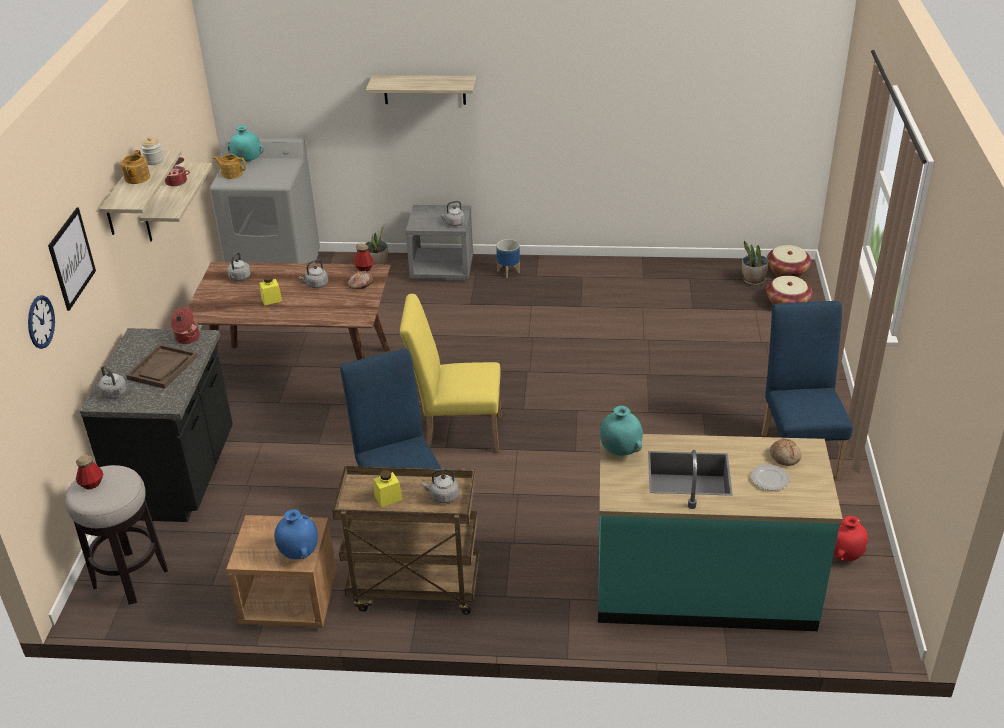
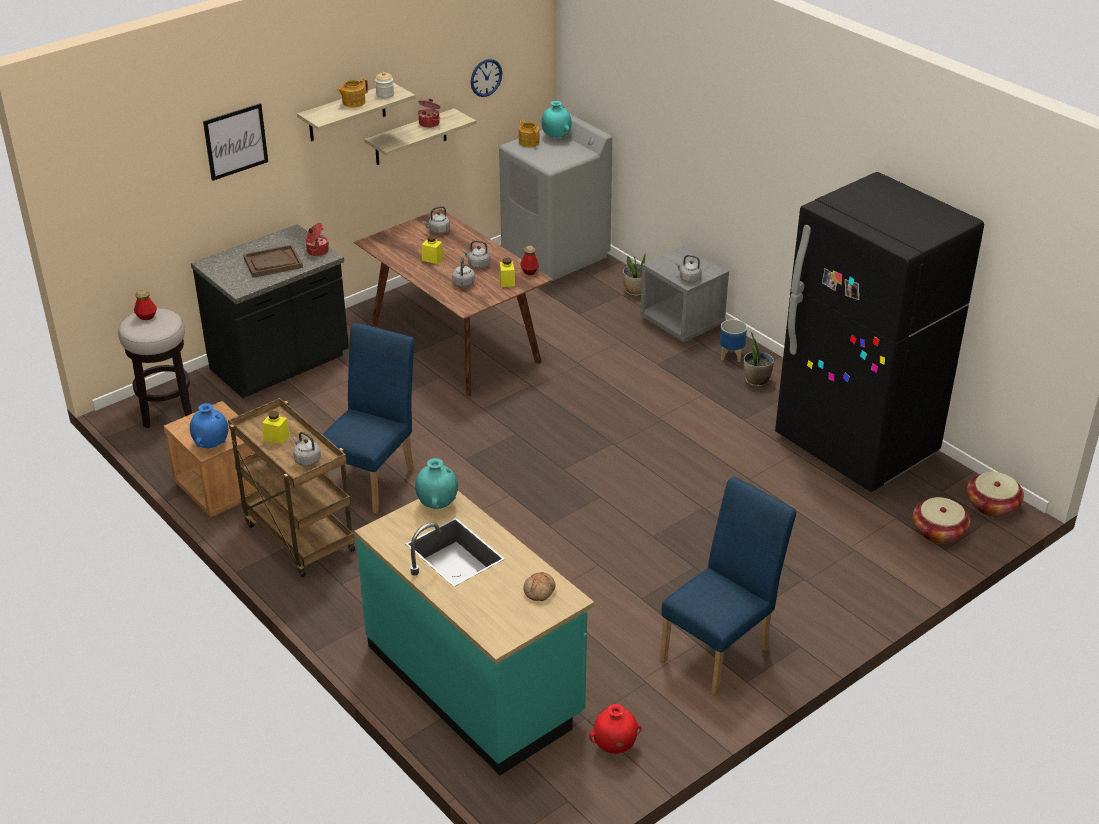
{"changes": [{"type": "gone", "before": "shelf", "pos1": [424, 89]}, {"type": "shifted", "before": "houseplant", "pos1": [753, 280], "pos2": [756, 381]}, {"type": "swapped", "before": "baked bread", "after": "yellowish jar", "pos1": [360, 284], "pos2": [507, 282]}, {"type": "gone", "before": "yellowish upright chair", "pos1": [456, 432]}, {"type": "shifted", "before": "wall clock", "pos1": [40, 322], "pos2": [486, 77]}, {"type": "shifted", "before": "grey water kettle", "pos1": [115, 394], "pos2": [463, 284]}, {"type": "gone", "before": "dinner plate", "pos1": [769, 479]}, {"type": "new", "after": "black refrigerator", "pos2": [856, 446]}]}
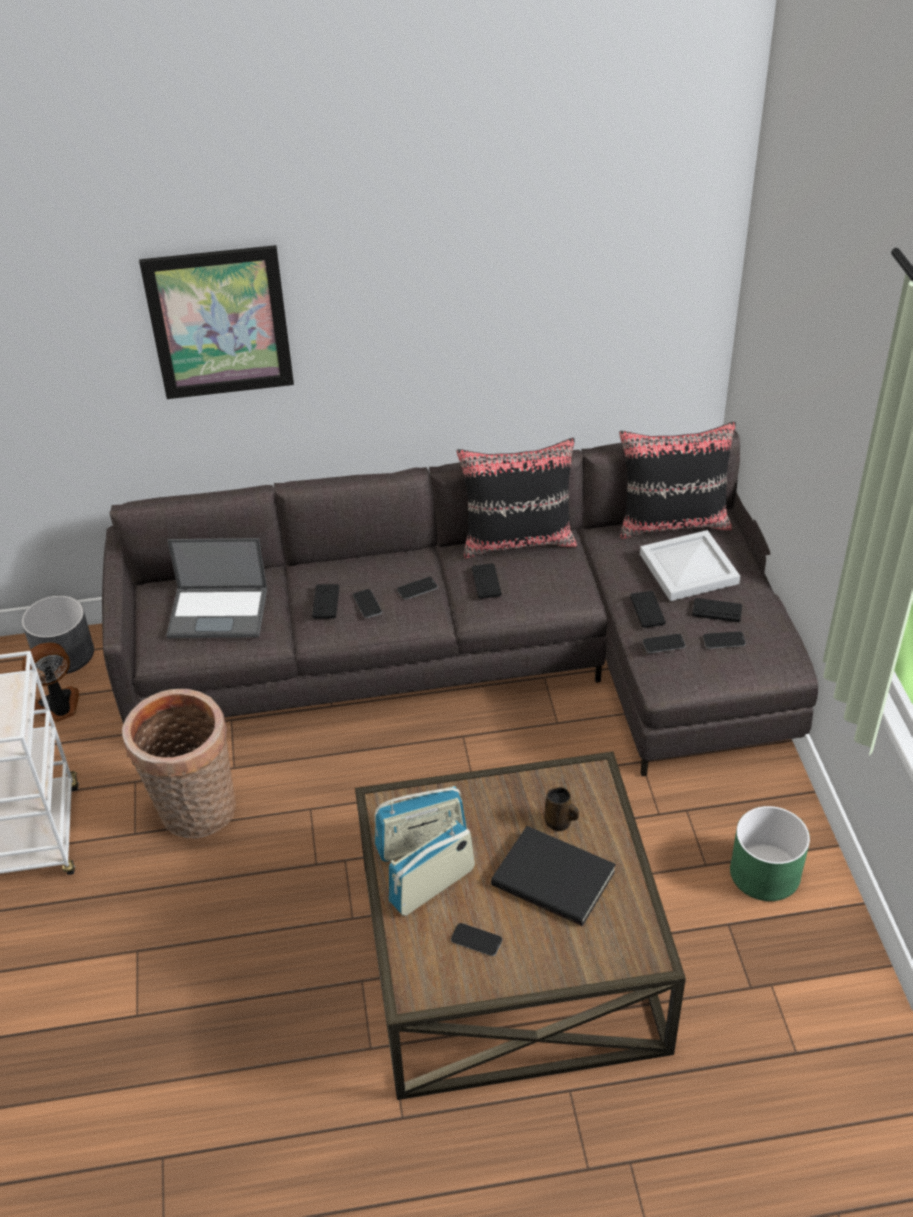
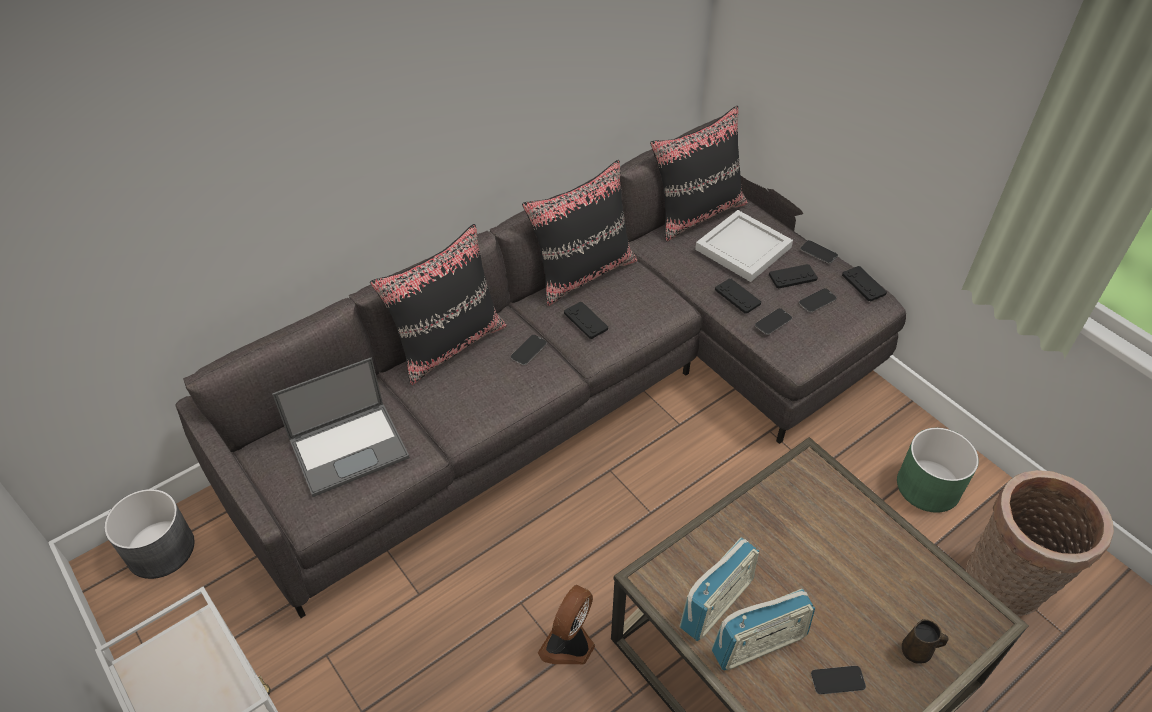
{"changes": [{"type": "gone", "before": "wall art", "pos1": [219, 323]}, {"type": "shifted", "before": "black joypad", "pos1": [326, 602], "pos2": [863, 284]}, {"type": "shifted", "before": "handset", "pos1": [367, 604], "pos2": [818, 252]}, {"type": "shifted", "before": "cooling fan", "pos1": [59, 706], "pos2": [569, 645]}, {"type": "shifted", "before": "household basket", "pos1": [194, 813], "pos2": [1005, 587]}, {"type": "shifted", "before": "brownish coffee mug", "pos1": [559, 823], "pos2": [917, 652]}, {"type": "rotated", "before": "radio set", "pos1": [432, 886], "pos2": [759, 644], "turn": -135}, {"type": "gone", "before": "black bound book", "pos1": [554, 877]}, {"type": "new", "after": "black cushion", "pos2": [449, 344]}]}
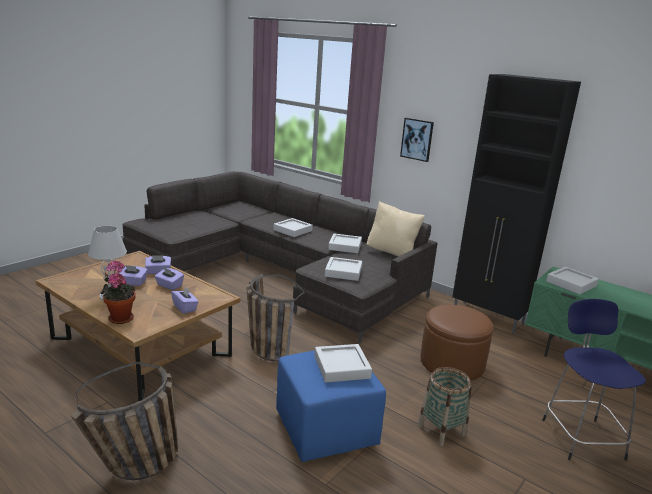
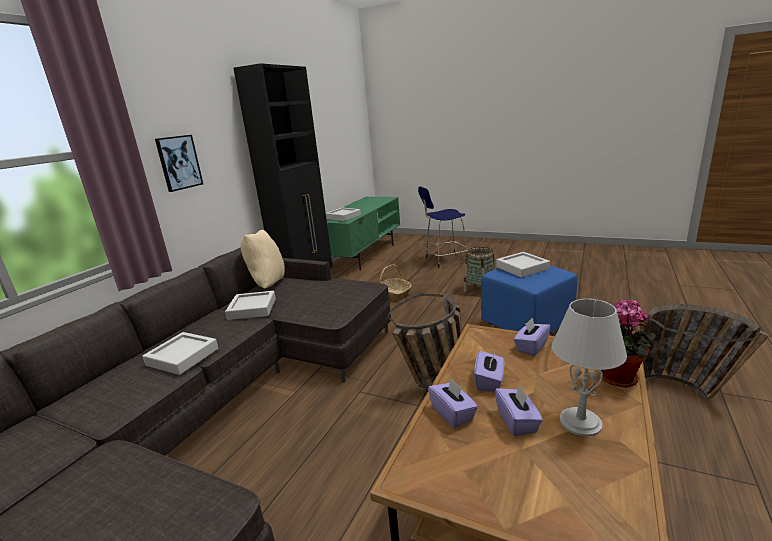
{"changes": [{"type": "gone", "before": "grey serving tray", "pos1": [343, 272]}, {"type": "swapped", "before": "brownish ottoman", "after": "household basket", "pos1": [452, 363], "pos2": [392, 294]}]}
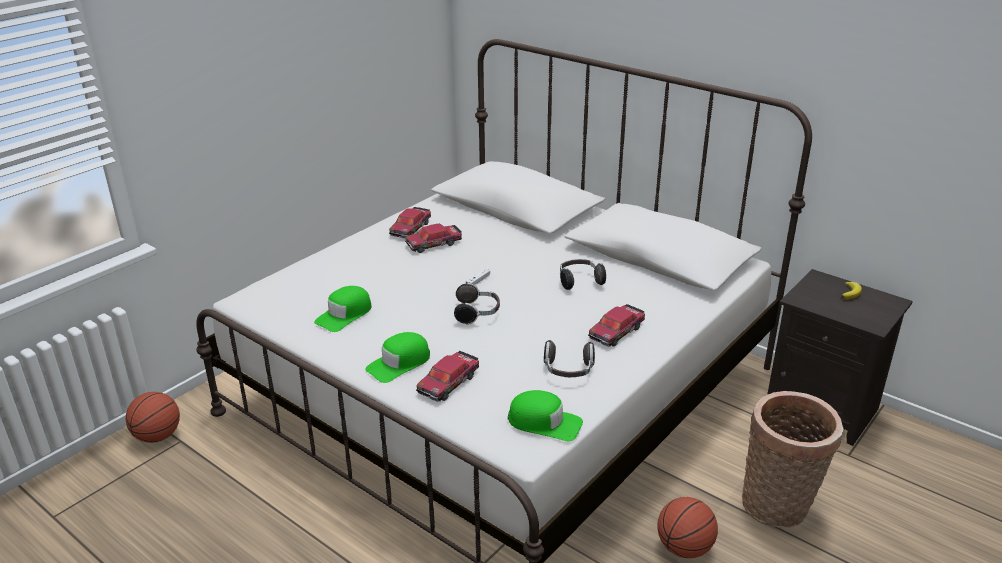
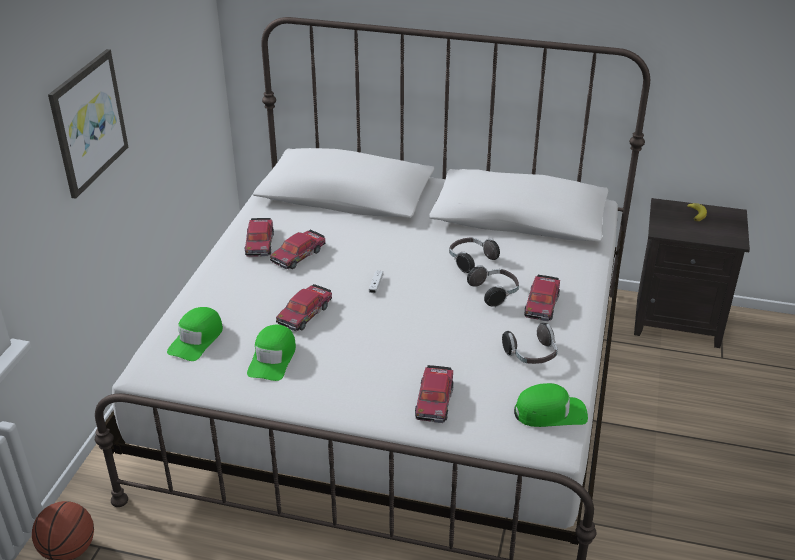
{"changes": [{"type": "shifted", "before": "headset", "pos1": [477, 313], "pos2": [494, 293]}, {"type": "shifted", "before": "green-coloured baseball cap", "pos1": [399, 363], "pos2": [197, 339]}, {"type": "gone", "before": "household basket", "pos1": [779, 507]}, {"type": "gone", "before": "basketball", "pos1": [684, 548]}, {"type": "new", "after": "wall art", "pos2": [87, 122]}, {"type": "new", "after": "model car", "pos2": [305, 313]}]}
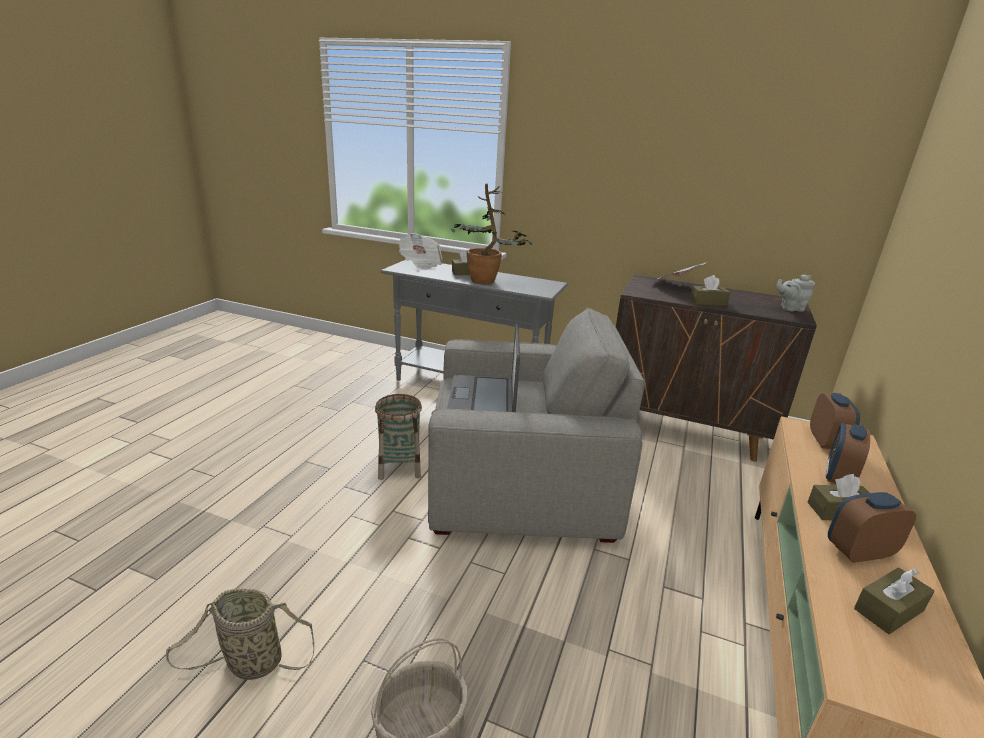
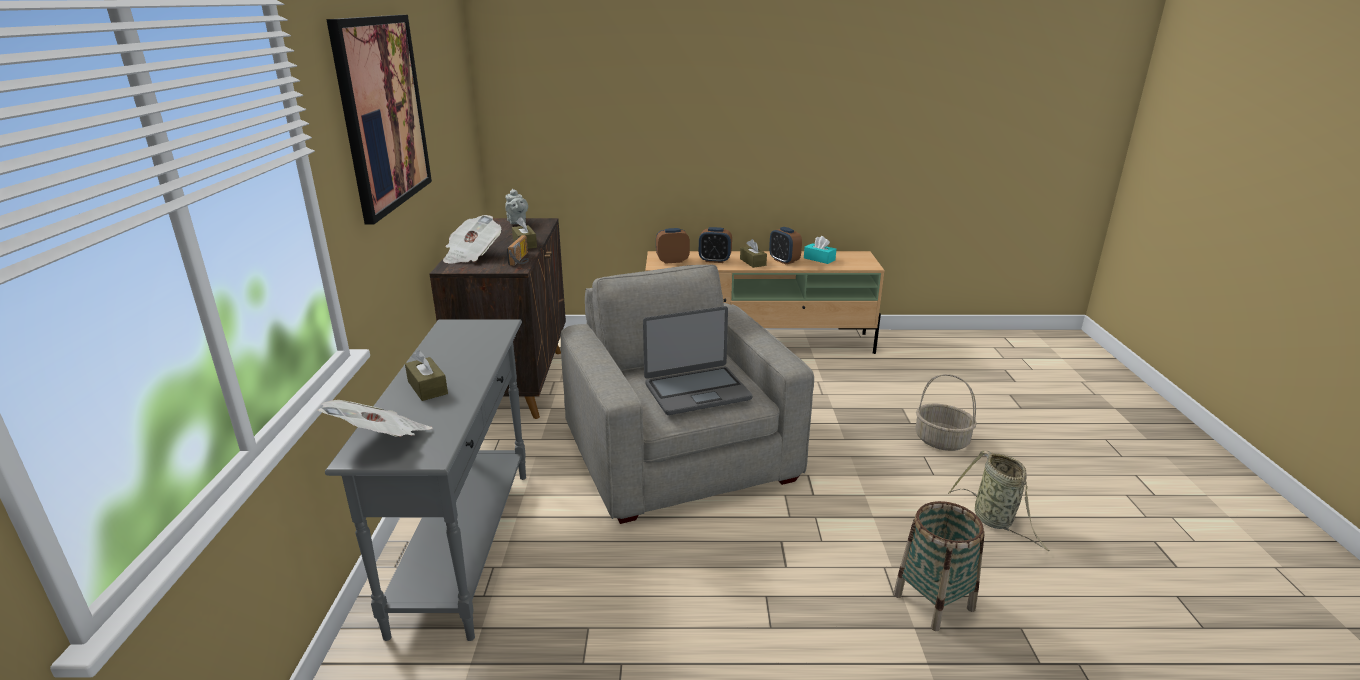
{"changes": [{"type": "gone", "before": "houseplant", "pos1": [487, 282]}, {"type": "shifted", "before": "household basket", "pos1": [399, 467], "pos2": [933, 602]}, {"type": "repainted", "before": "brownish tissue holder", "after": "blue-green tissue holder", "pos1": [888, 610], "pos2": [819, 259]}, {"type": "new", "after": "wall art", "pos2": [383, 113]}, {"type": "new", "after": "radio set", "pos2": [522, 260]}]}
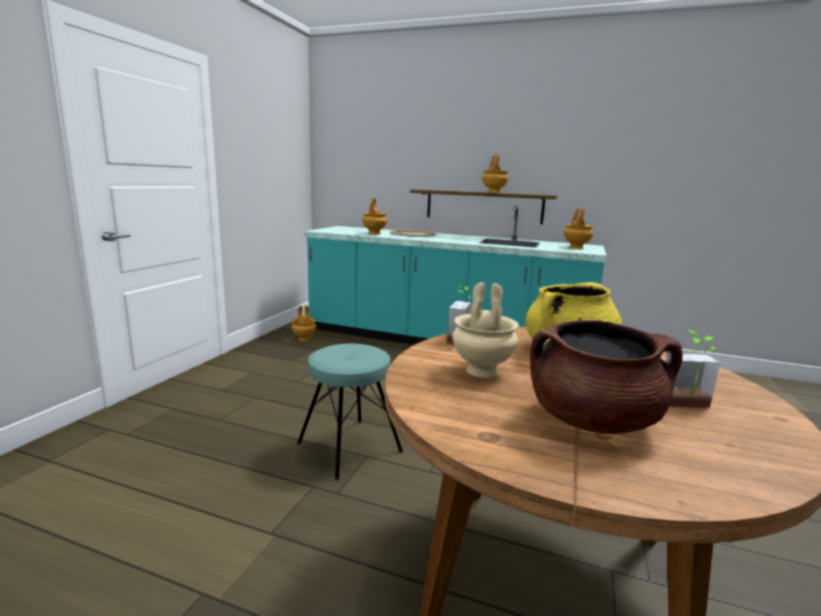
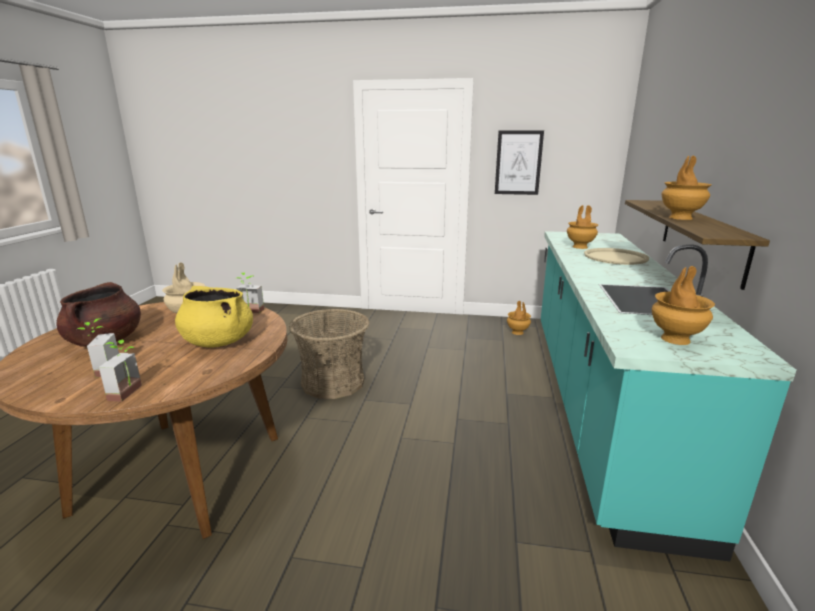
{"changes": [{"type": "swapped", "before": "blue-green stool", "after": "household basket", "pos1": [349, 447], "pos2": [333, 382]}, {"type": "new", "after": "wall art", "pos2": [518, 163]}, {"type": "new", "after": "houseplant", "pos2": [131, 393]}]}
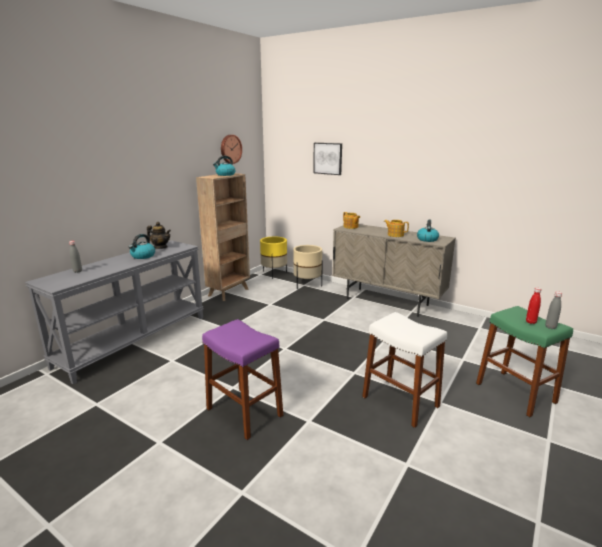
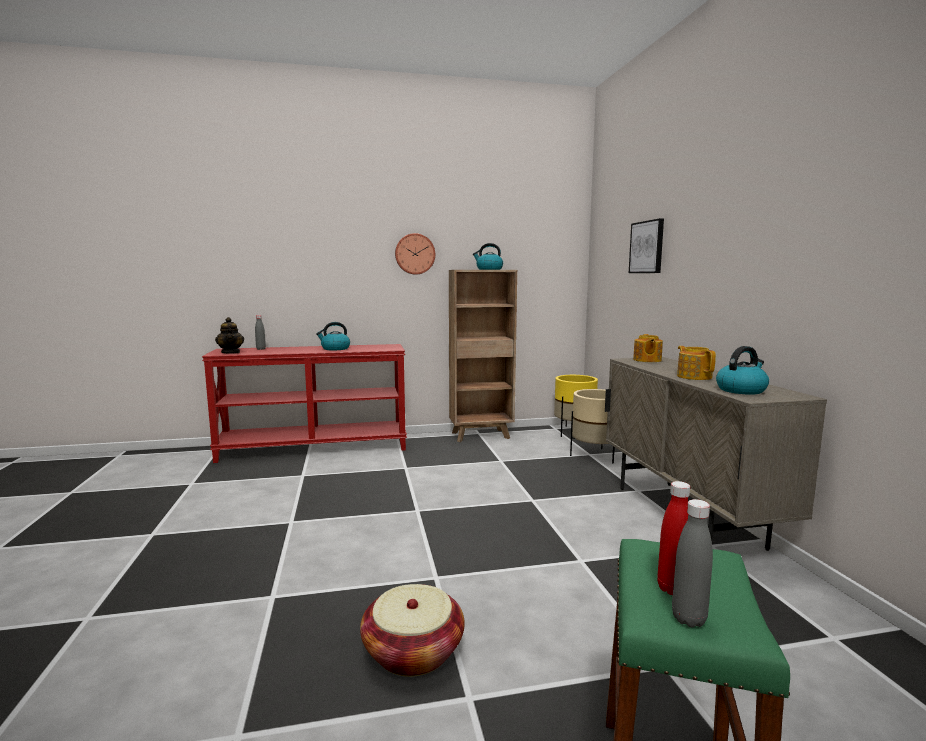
{"changes": [{"type": "shifted", "before": "wall clock", "pos1": [230, 149], "pos2": [415, 254]}, {"type": "shifted", "before": "pot for tea", "pos1": [160, 247], "pos2": [231, 352]}, {"type": "repainted", "before": "grey console table", "after": "reddish console table", "pos1": [134, 340], "pos2": [315, 448]}, {"type": "swapped", "before": "white-coloured stool", "after": "household basket", "pos1": [400, 402], "pos2": [413, 652]}, {"type": "gone", "before": "purple stool", "pos1": [244, 412]}]}
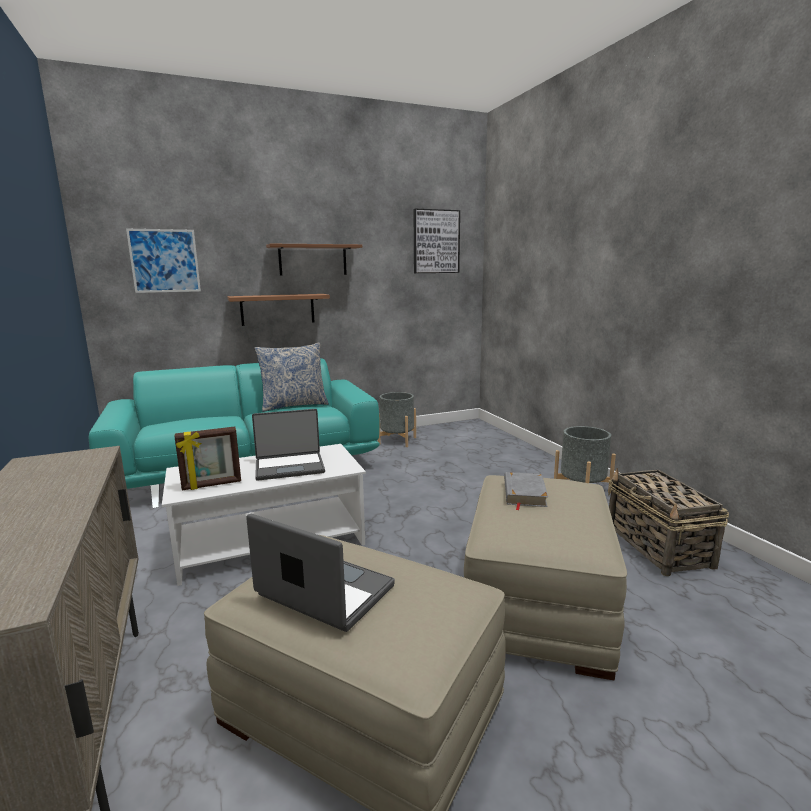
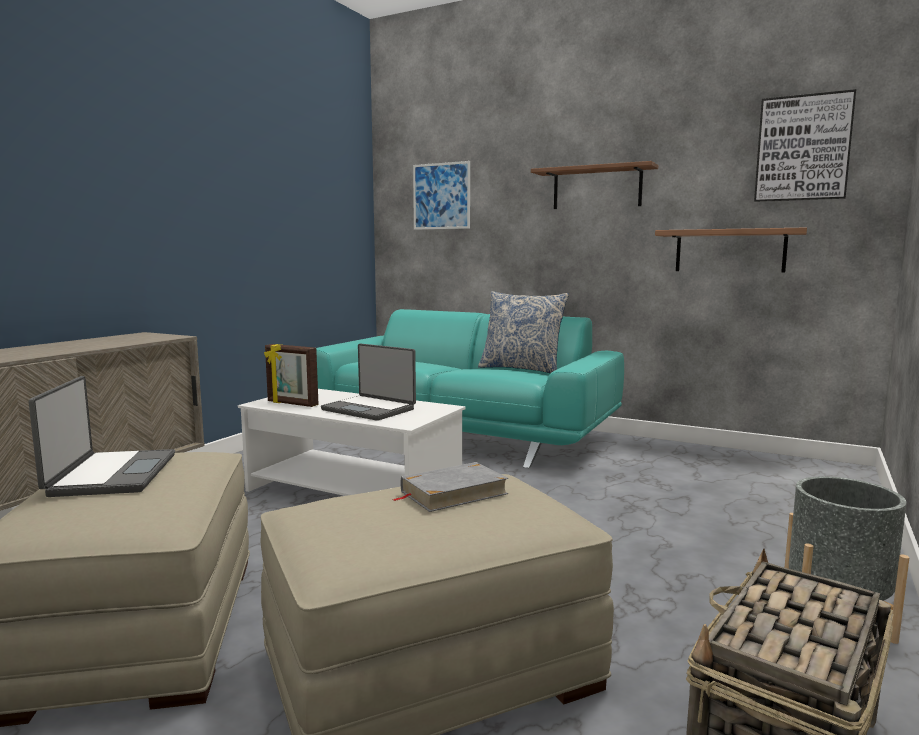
{"changes": [{"type": "shifted", "before": "shelf", "pos1": [277, 309], "pos2": [730, 251]}, {"type": "gone", "before": "grey planter", "pos1": [397, 440]}]}
